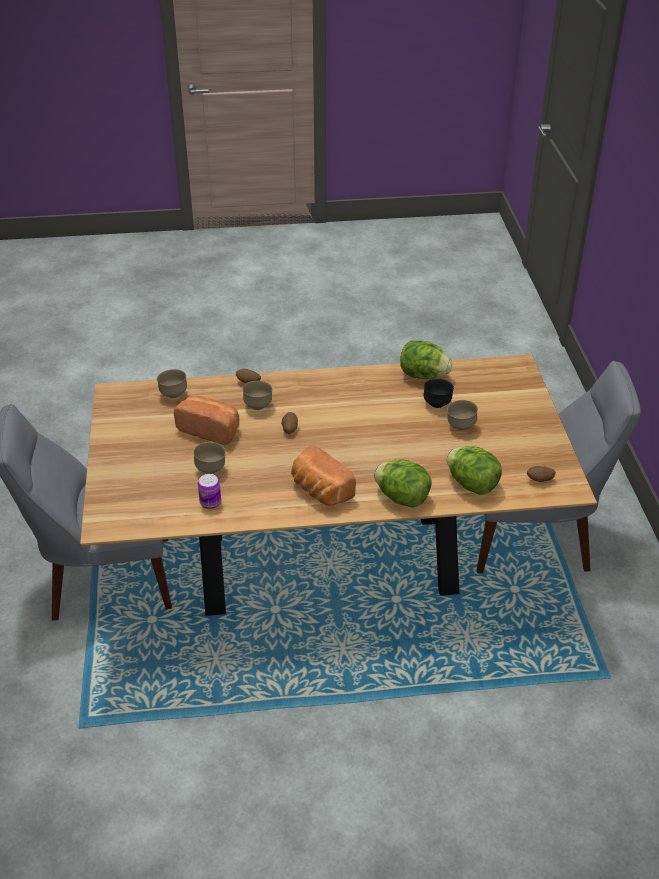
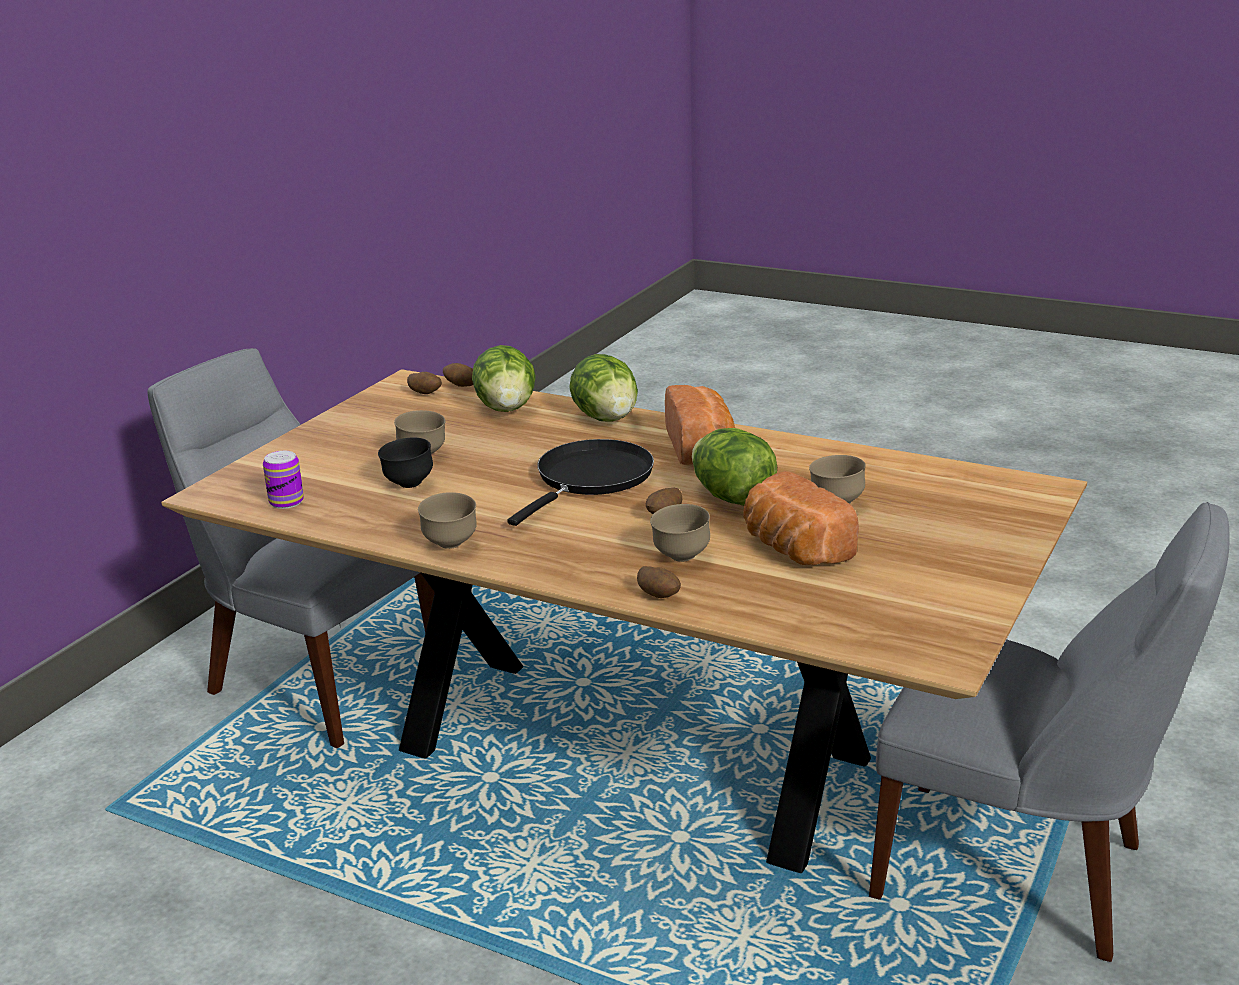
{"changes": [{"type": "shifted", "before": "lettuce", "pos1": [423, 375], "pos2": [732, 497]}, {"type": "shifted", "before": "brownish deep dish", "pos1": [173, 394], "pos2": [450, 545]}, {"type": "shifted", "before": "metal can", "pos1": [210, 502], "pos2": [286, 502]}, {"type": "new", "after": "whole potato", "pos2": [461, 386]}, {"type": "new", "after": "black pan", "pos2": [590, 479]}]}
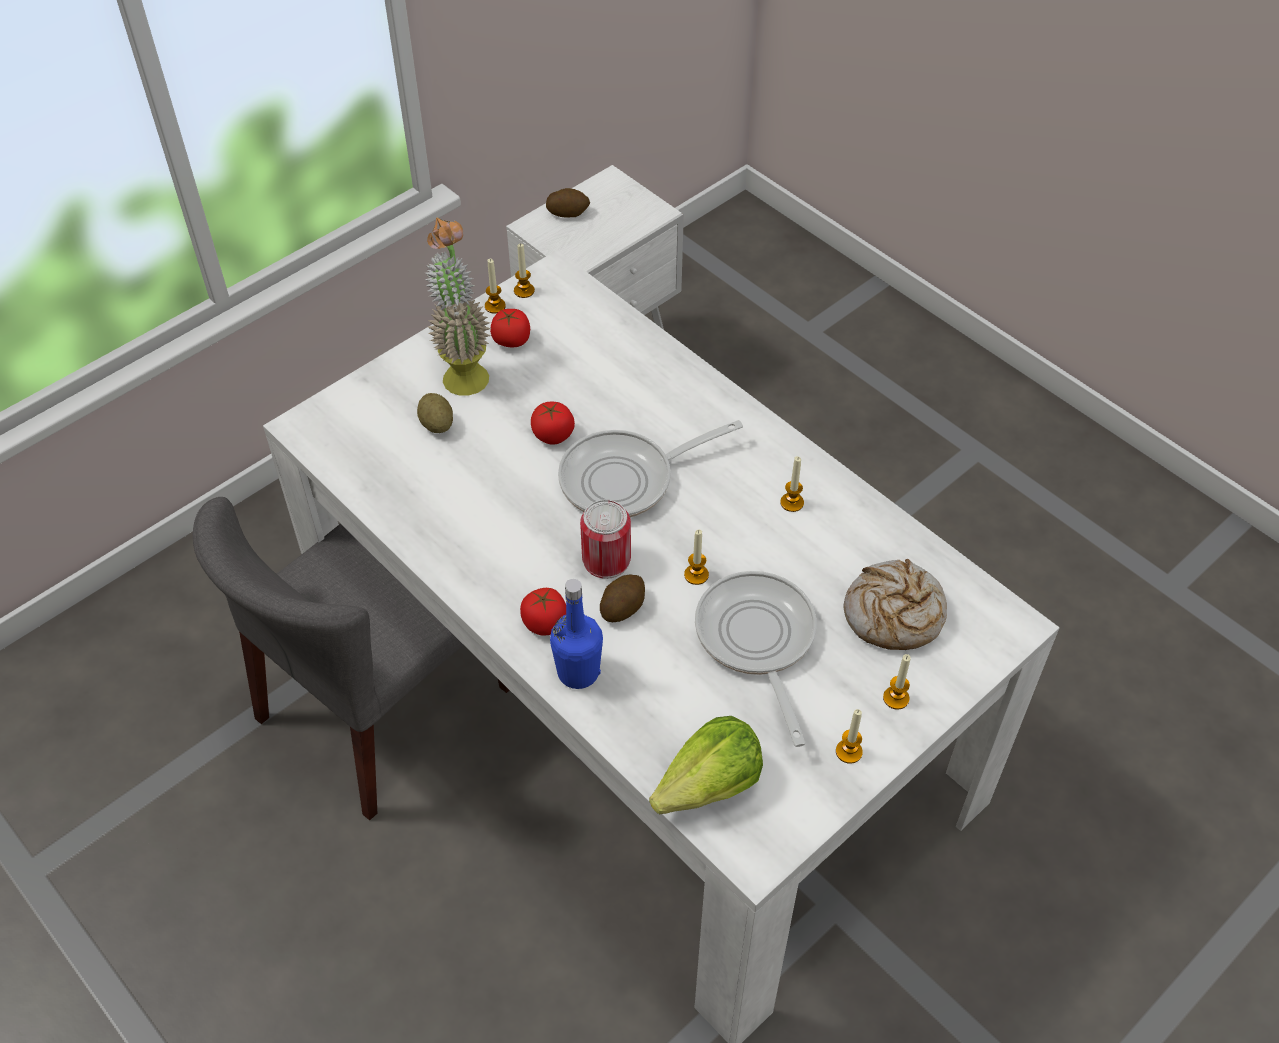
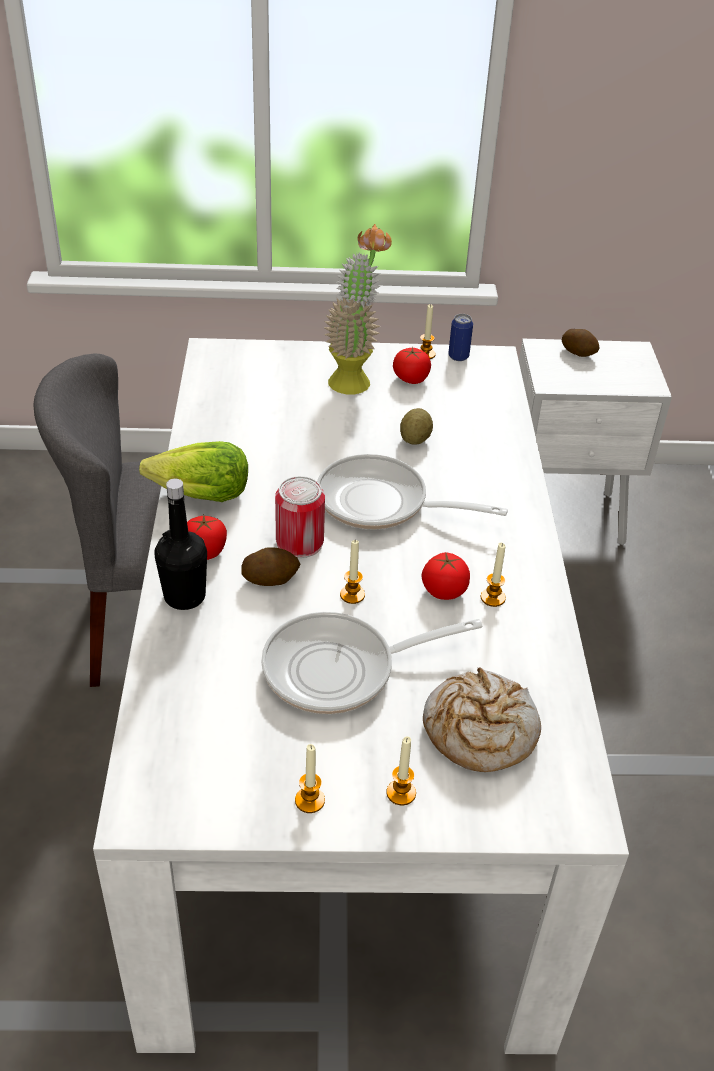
{"changes": [{"type": "swapped", "before": "wax candle", "after": "metal can", "pos1": [524, 291], "pos2": [458, 356]}, {"type": "shifted", "before": "whole potato", "pos1": [437, 424], "pos2": [415, 439]}, {"type": "shifted", "before": "fresh tomato", "pos1": [553, 434], "pos2": [444, 590]}, {"type": "rotated", "before": "pan", "pos1": [757, 641], "pos2": [340, 669], "turn": -135}, {"type": "repainted", "before": "blue bottle", "after": "black bottle", "pos1": [578, 672], "pos2": [184, 596]}, {"type": "shifted", "before": "lettuce", "pos1": [709, 785], "pos2": [201, 495]}]}
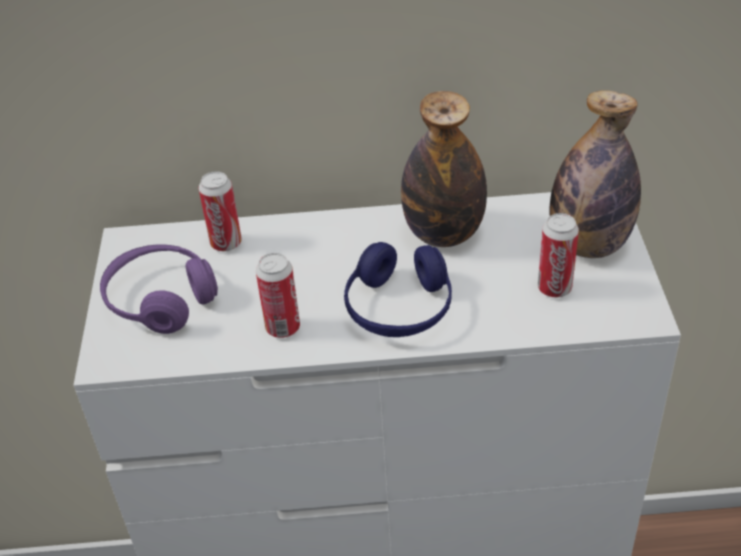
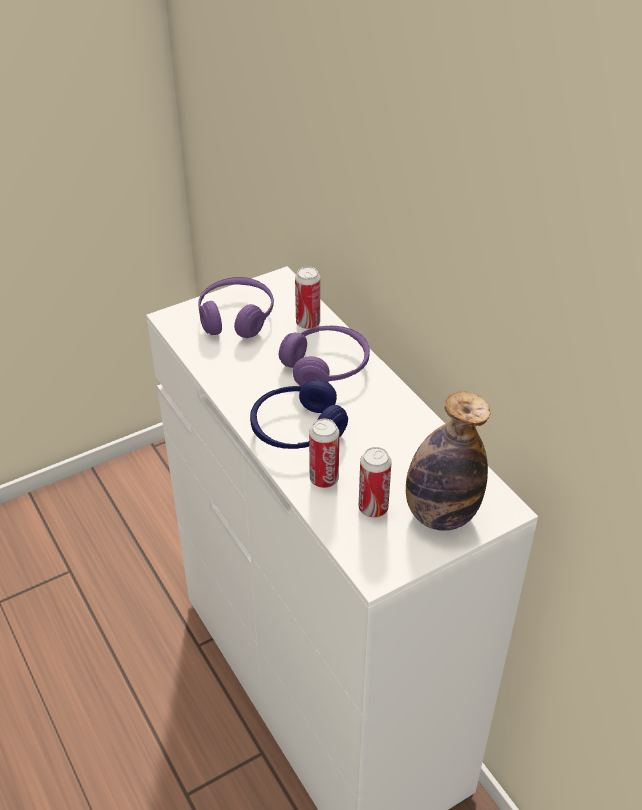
{"changes": [{"type": "gone", "before": "bottle", "pos1": [443, 234]}, {"type": "shifted", "before": "metal can", "pos1": [283, 328], "pos2": [324, 479]}, {"type": "new", "after": "purple headset", "pos2": [326, 366]}]}
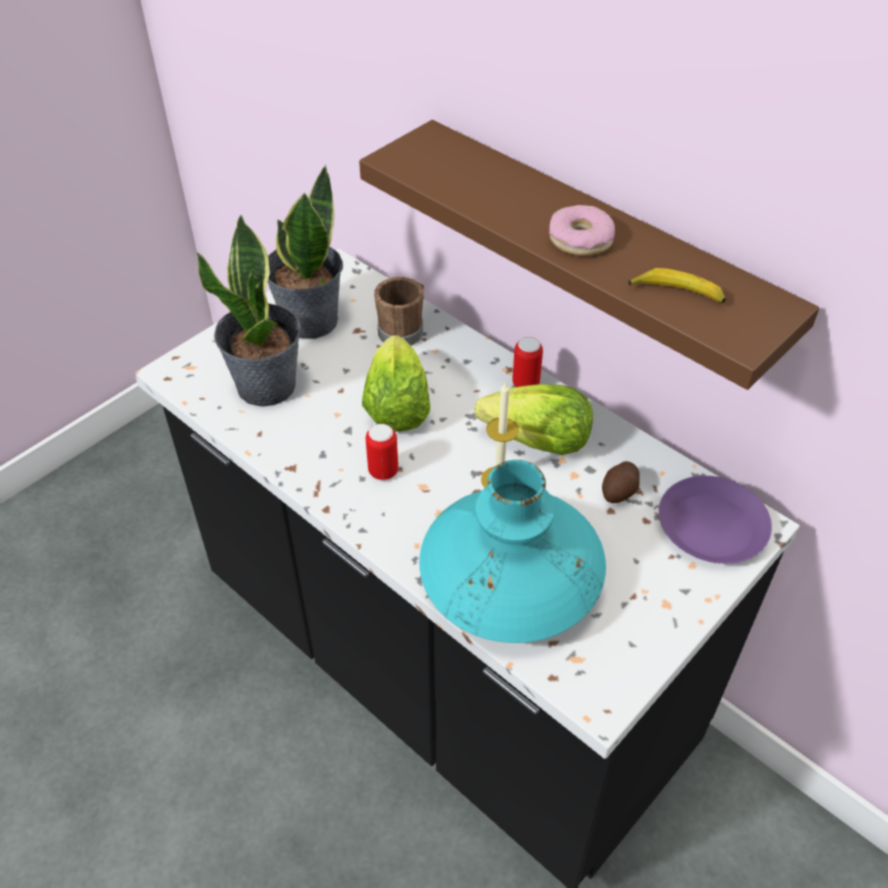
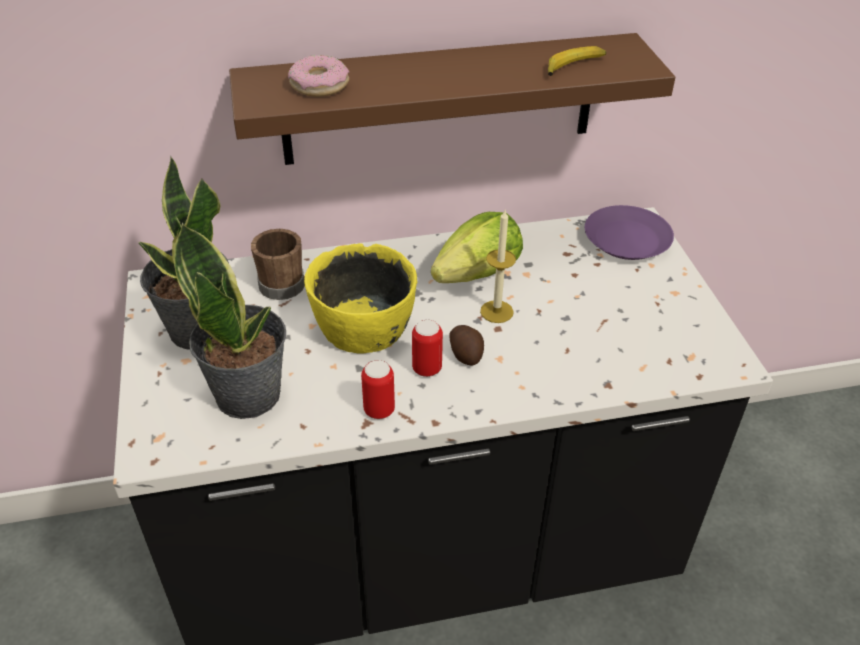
{"changes": [{"type": "shifted", "before": "ring doughnut", "pos1": [580, 239], "pos2": [319, 85]}, {"type": "swapped", "before": "lettuce", "after": "yellowish deep dish", "pos1": [396, 407], "pos2": [364, 328]}, {"type": "shifted", "before": "metal can", "pos1": [525, 384], "pos2": [379, 410]}, {"type": "gone", "before": "blue-green vase", "pos1": [510, 581]}, {"type": "shifted", "before": "whole potato", "pos1": [620, 491], "pos2": [466, 353]}]}
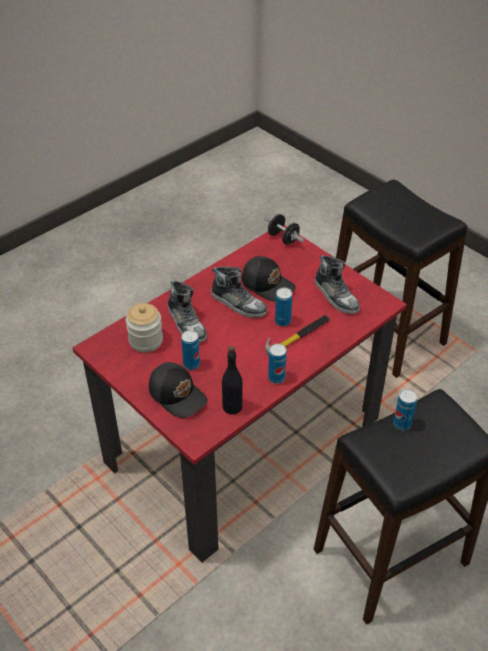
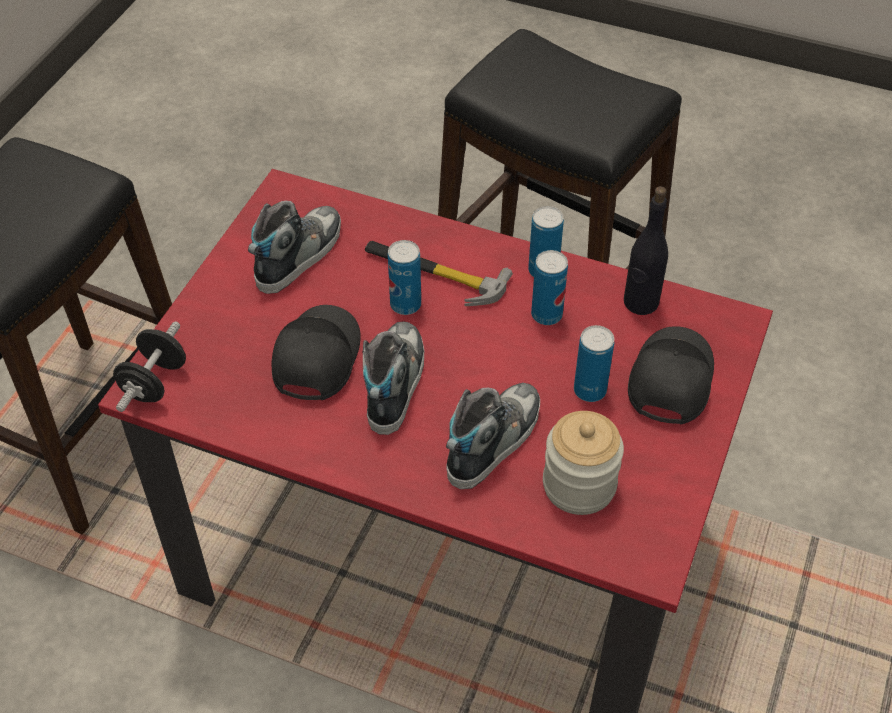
{"changes": [{"type": "shifted", "before": "metal can", "pos1": [402, 424], "pos2": [546, 315]}]}
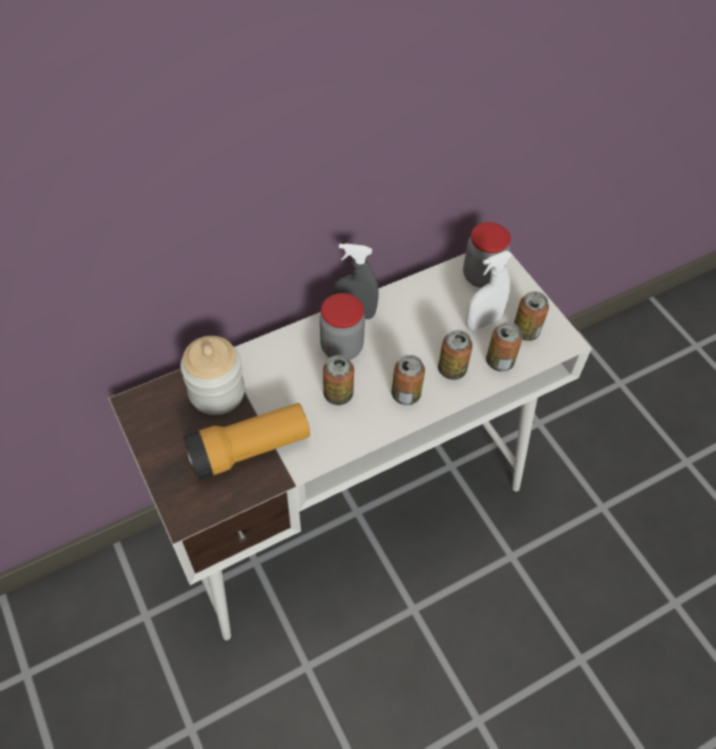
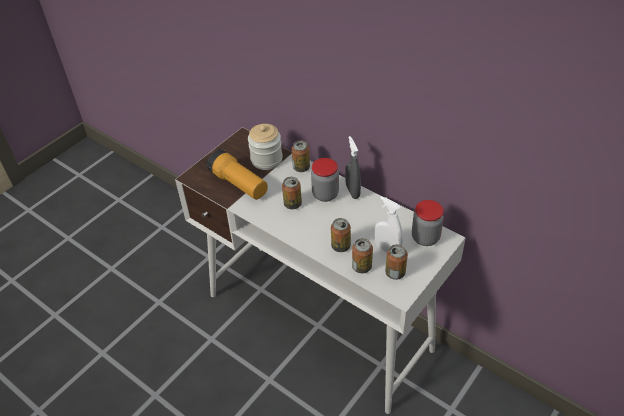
{"changes": [{"type": "shifted", "before": "metal can", "pos1": [406, 394], "pos2": [301, 167]}]}
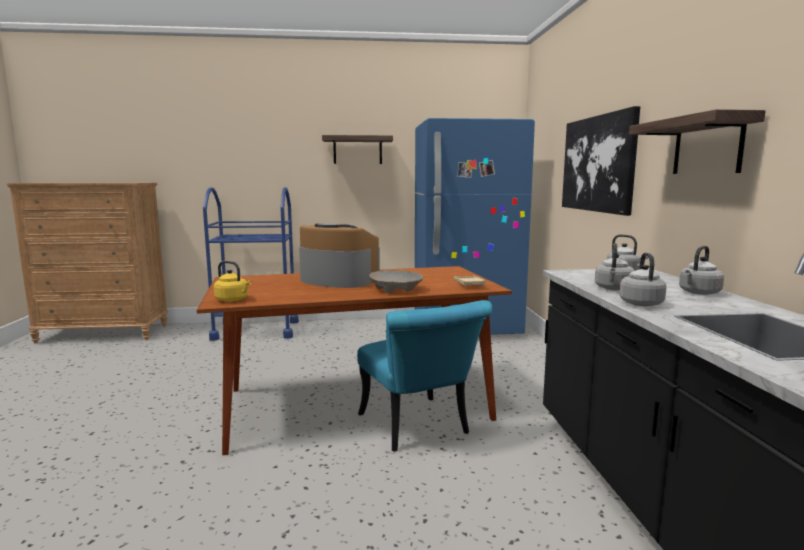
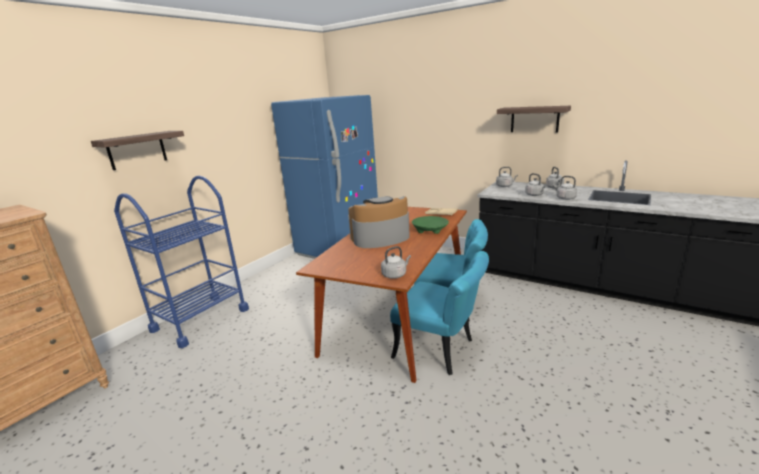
{"changes": [{"type": "gone", "before": "wall art", "pos1": [597, 164]}, {"type": "shifted", "before": "shelf", "pos1": [357, 150], "pos2": [137, 150]}, {"type": "repainted", "before": "yellowish water kettle", "after": "grey water kettle", "pos1": [233, 300], "pos2": [395, 274]}, {"type": "repainted", "before": "sand-coloured deep dish", "after": "green-coloured deep dish", "pos1": [396, 289], "pos2": [429, 230]}, {"type": "new", "after": "blue-green upright chair", "pos2": [441, 350]}]}
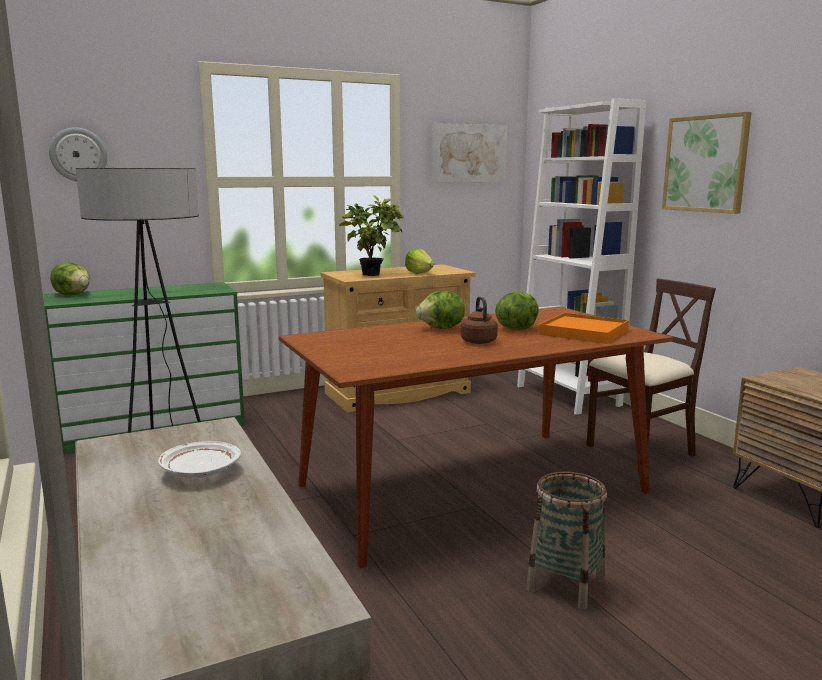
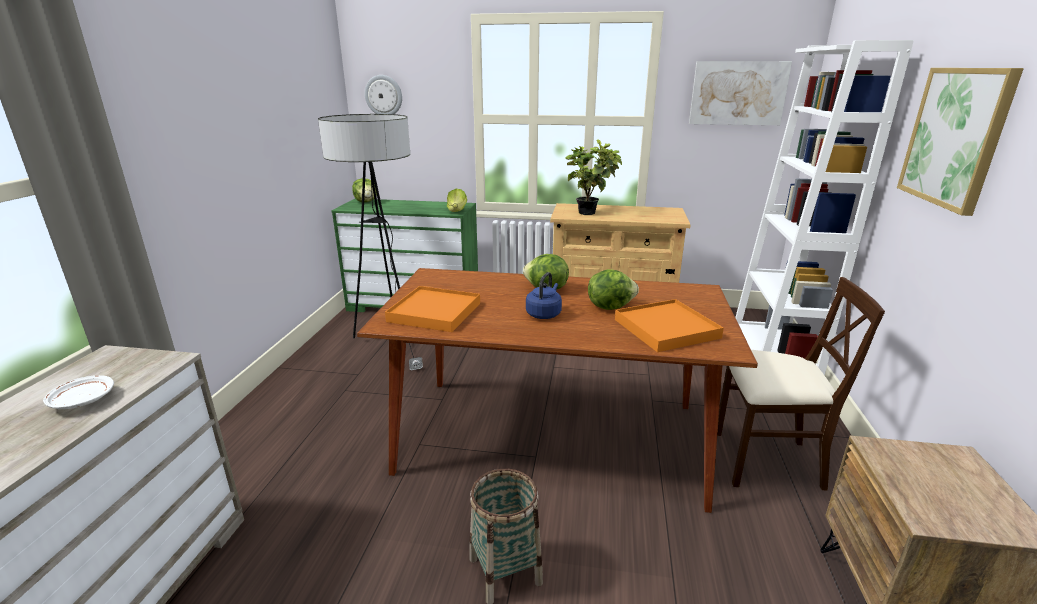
{"changes": [{"type": "shifted", "before": "lettuce", "pos1": [419, 273], "pos2": [457, 211]}, {"type": "repainted", "before": "brownish water kettle", "after": "blue water kettle", "pos1": [478, 341], "pos2": [544, 314]}, {"type": "new", "after": "orange serving tray", "pos2": [434, 312]}]}
